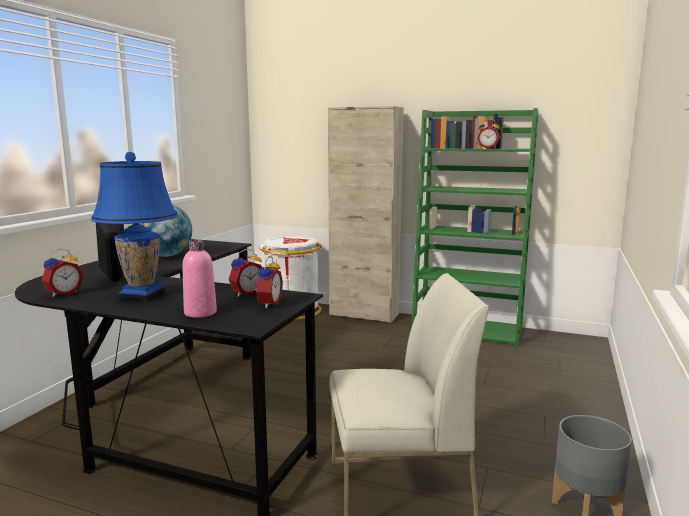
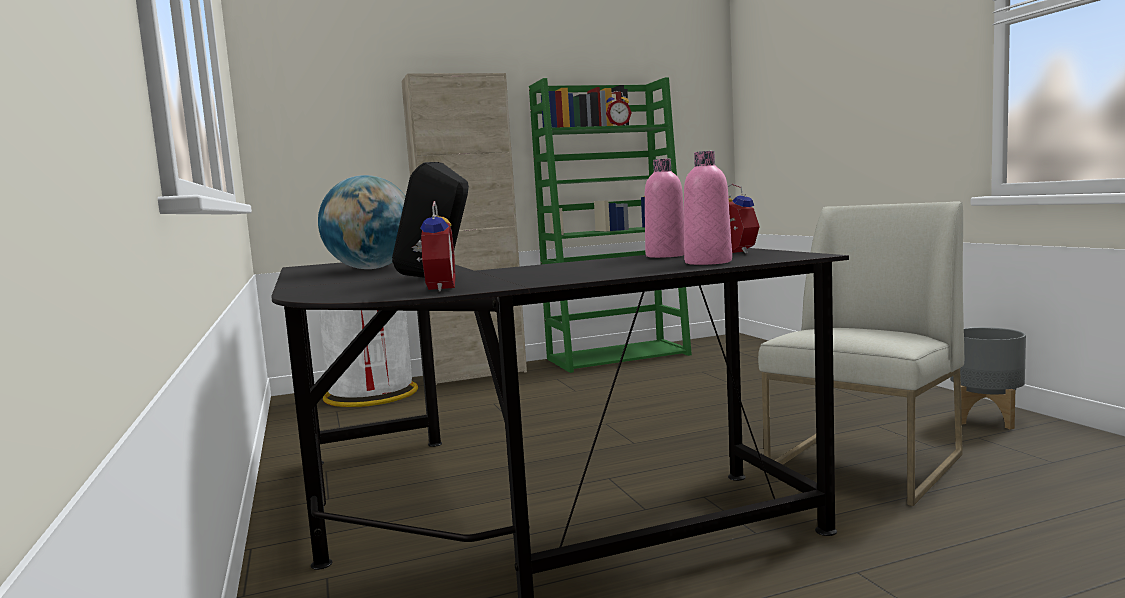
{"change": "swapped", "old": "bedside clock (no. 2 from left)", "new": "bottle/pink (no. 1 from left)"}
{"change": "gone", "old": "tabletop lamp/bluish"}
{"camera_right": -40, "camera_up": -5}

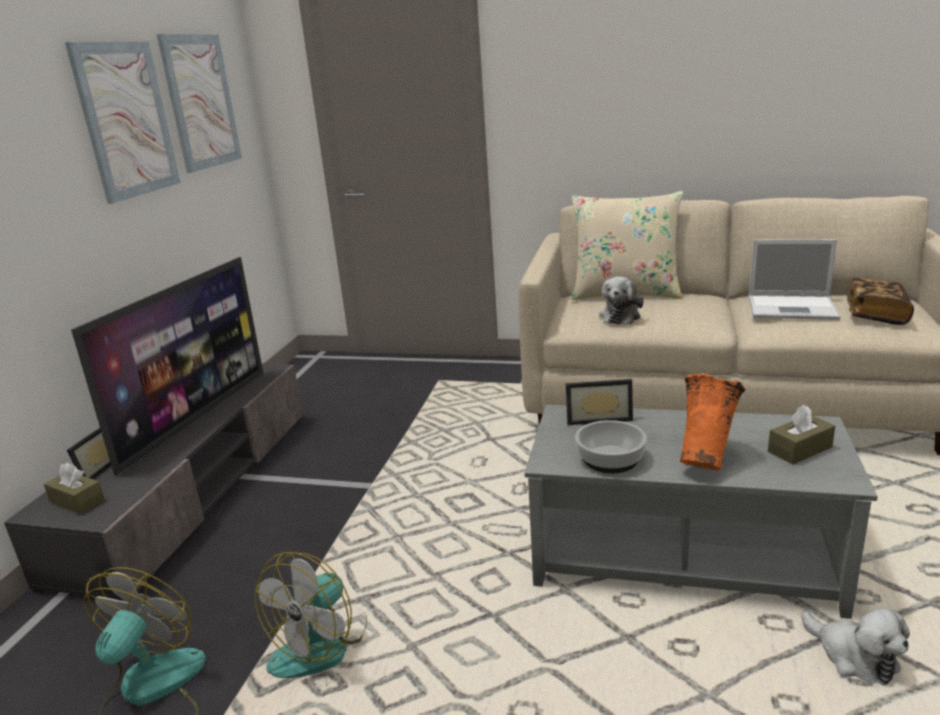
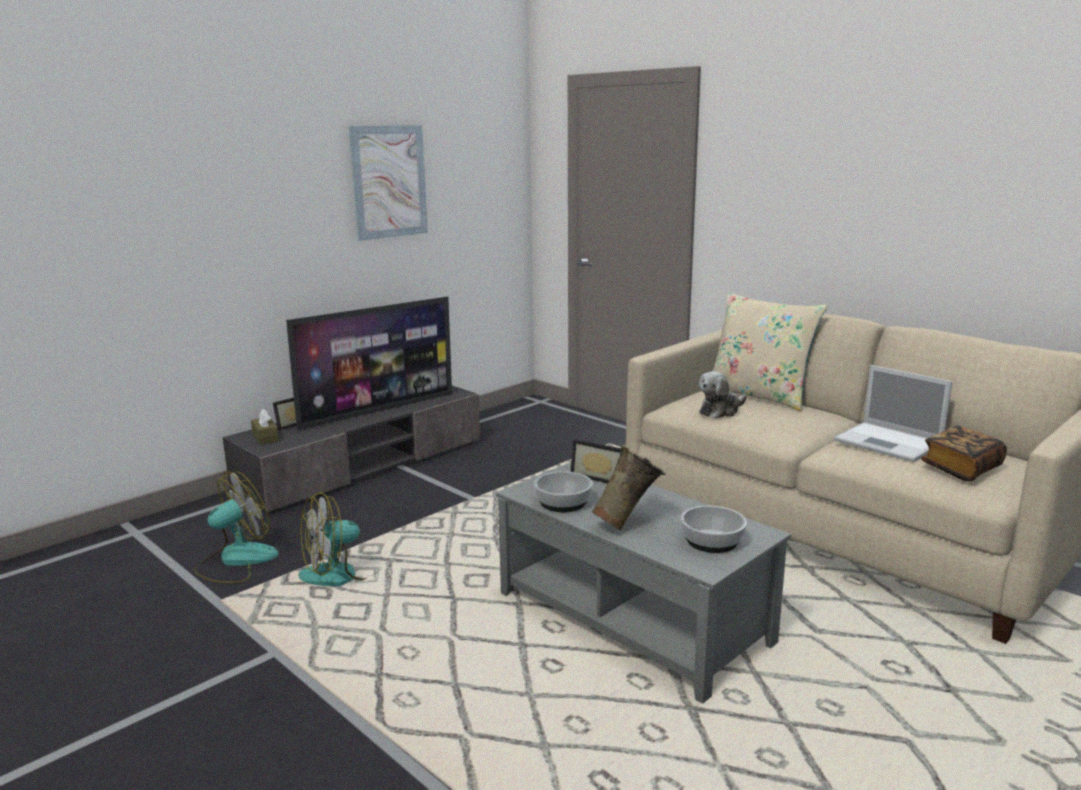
{"change": "repainted", "old": "flower vase/orange-coloured", "new": "flower vase/beige"}
{"change": "swapped", "old": "tissue holder/brown-coloured (no. 2 from left)", "new": "serving bowl (no. 2 from left)"}
{"change": "gone", "old": "wall art (no. 2 from left)"}
{"change": "gone", "old": "cuddly toy (no. 2 from left)"}
{"camera_right": 30, "camera_up": -5}

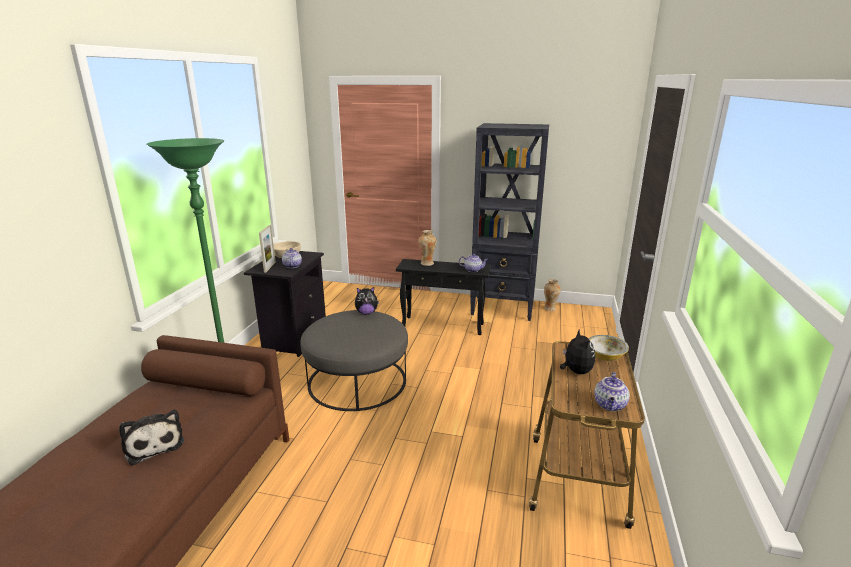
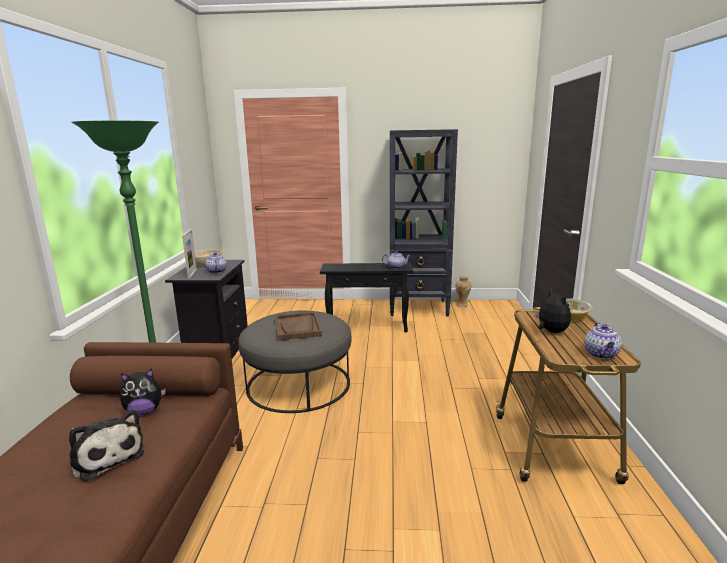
{"change": "shifted", "old": "cuddly toy (no. 2 from left)"}
{"change": "new", "new": "serving tray/brown-coloured"}
{"change": "gone", "old": "flower vase (no. 1 from left)"}
{"camera_right": -10, "camera_up": -5}

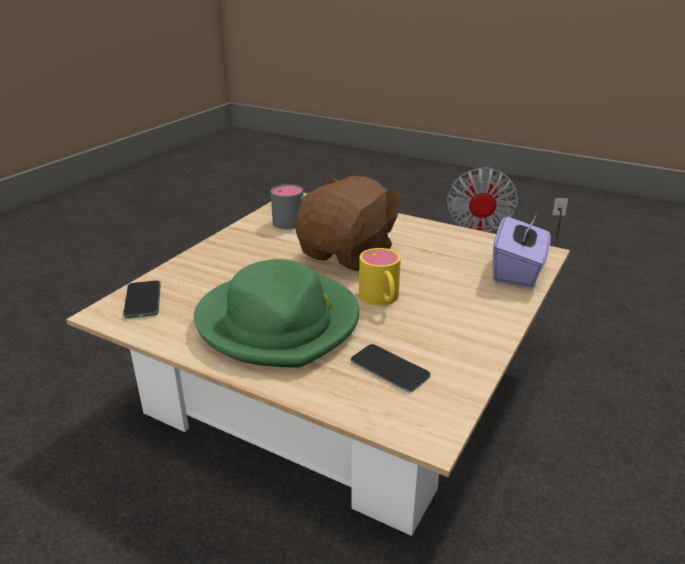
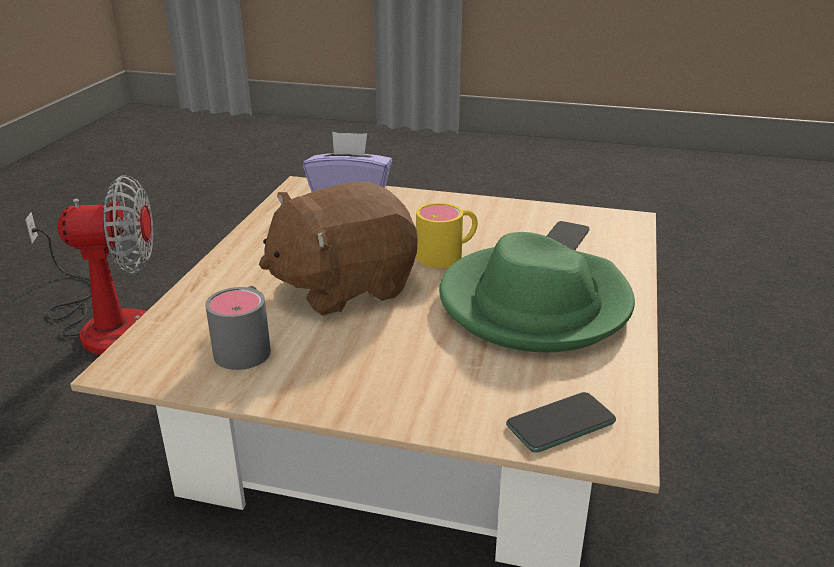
{"change": "rotated", "old": "cuddly toy/brown-coloured", "degrees": -45}
{"camera_right": -105, "camera_up": 0}

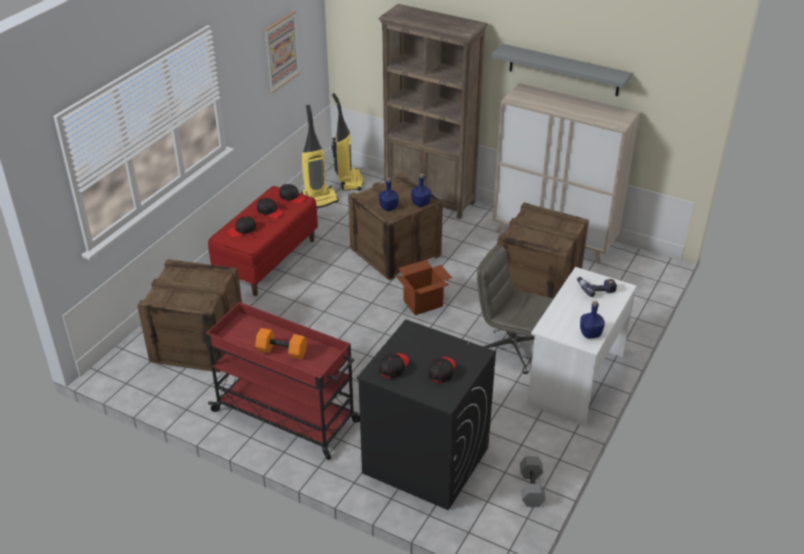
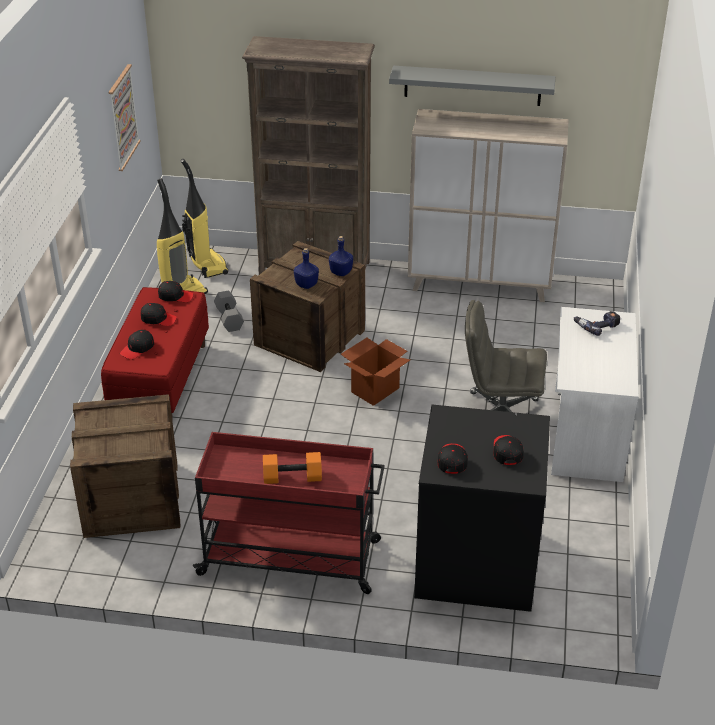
{"change": "shifted", "old": "dumbbell/gray"}
{"change": "gone", "old": "packing crate (no. 3 from left)"}
{"change": "gone", "old": "bottle/bluish (no. 3 from left)"}
{"camera_right": -20, "camera_up": 0}

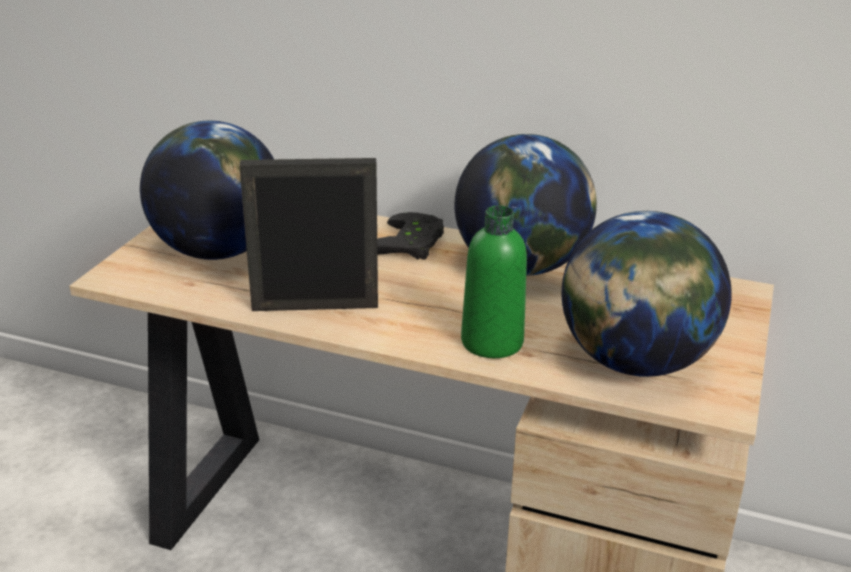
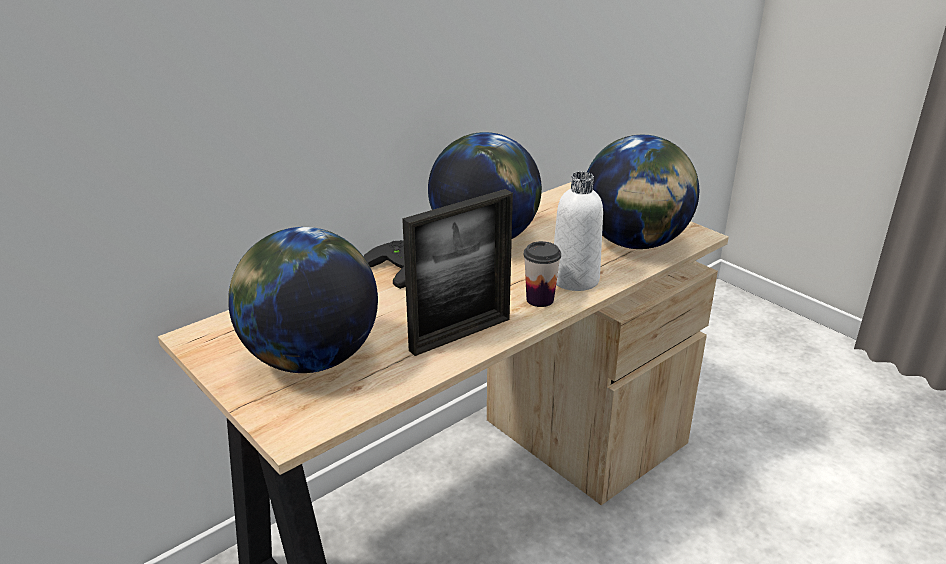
{"change": "rotated", "old": "photo frame", "degrees": -150}
{"change": "new", "new": "cup"}
{"change": "repainted", "old": "bottle/green-coloured", "new": "bottle/white-coloured"}
{"camera_right": -60, "camera_up": 0}

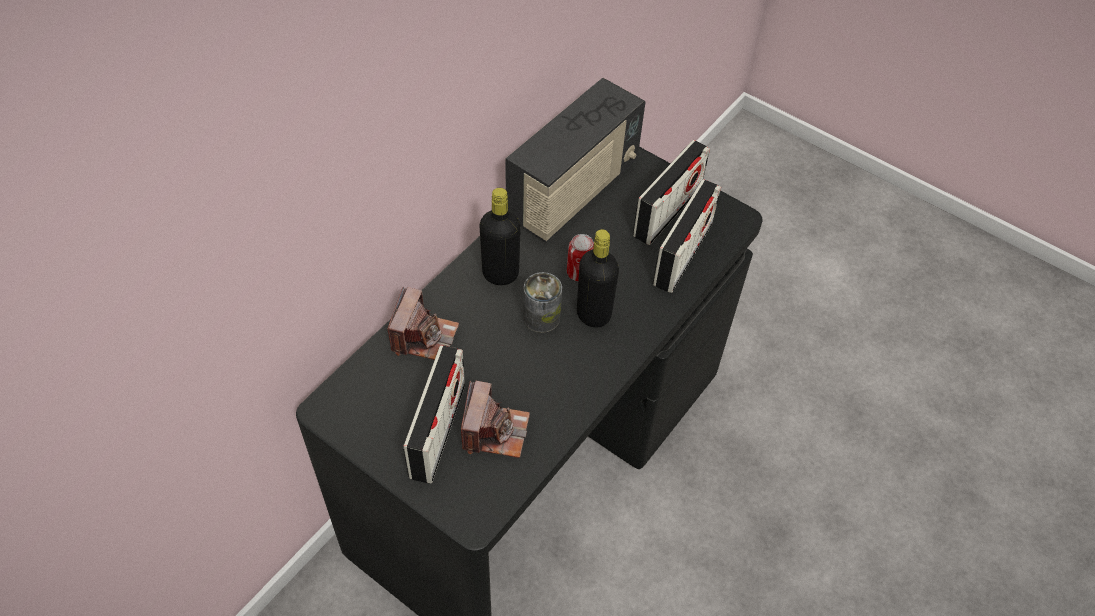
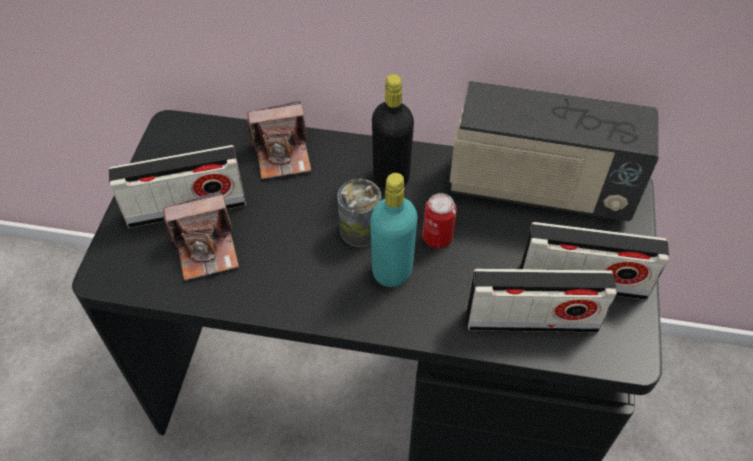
{"change": "repainted", "old": "bottle/blackish (no. 2 from left)", "new": "bottle/turquoise-coloured"}
{"camera_right": 65, "camera_up": 0}

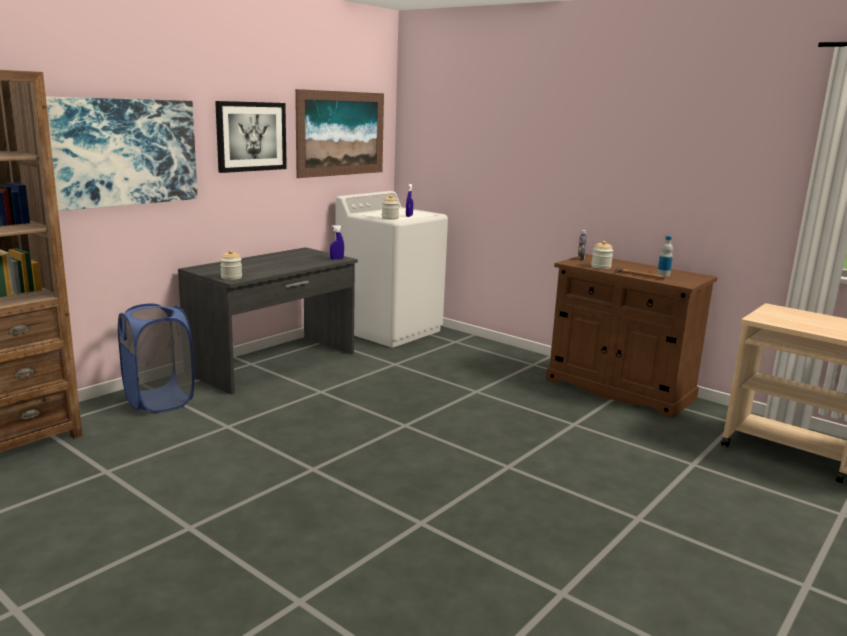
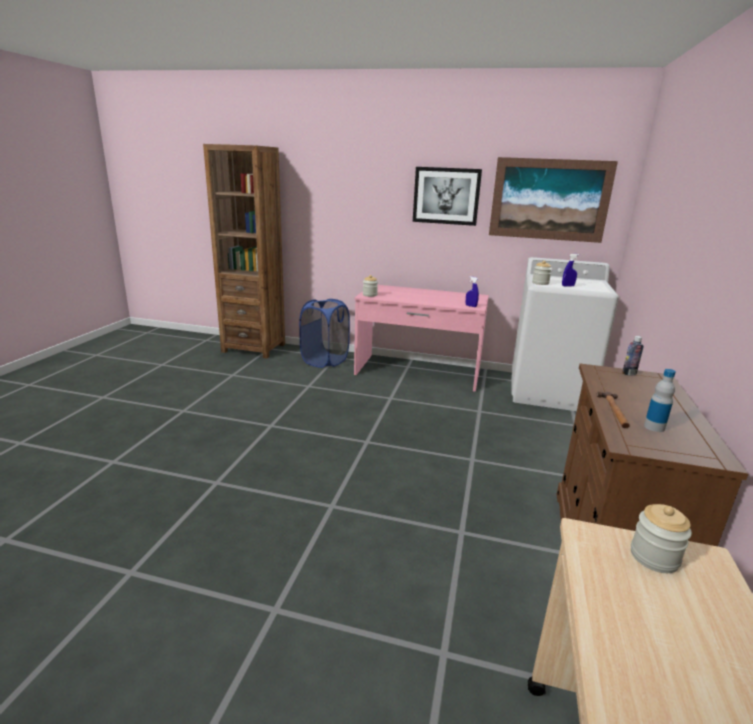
{"change": "repainted", "old": "desk table/gray", "new": "desk table/pink"}
{"change": "shifted", "old": "preserve jar (no. 3 from left)"}
{"change": "gone", "old": "wall art (no. 1 from left)"}
{"camera_right": 65, "camera_up": 5}

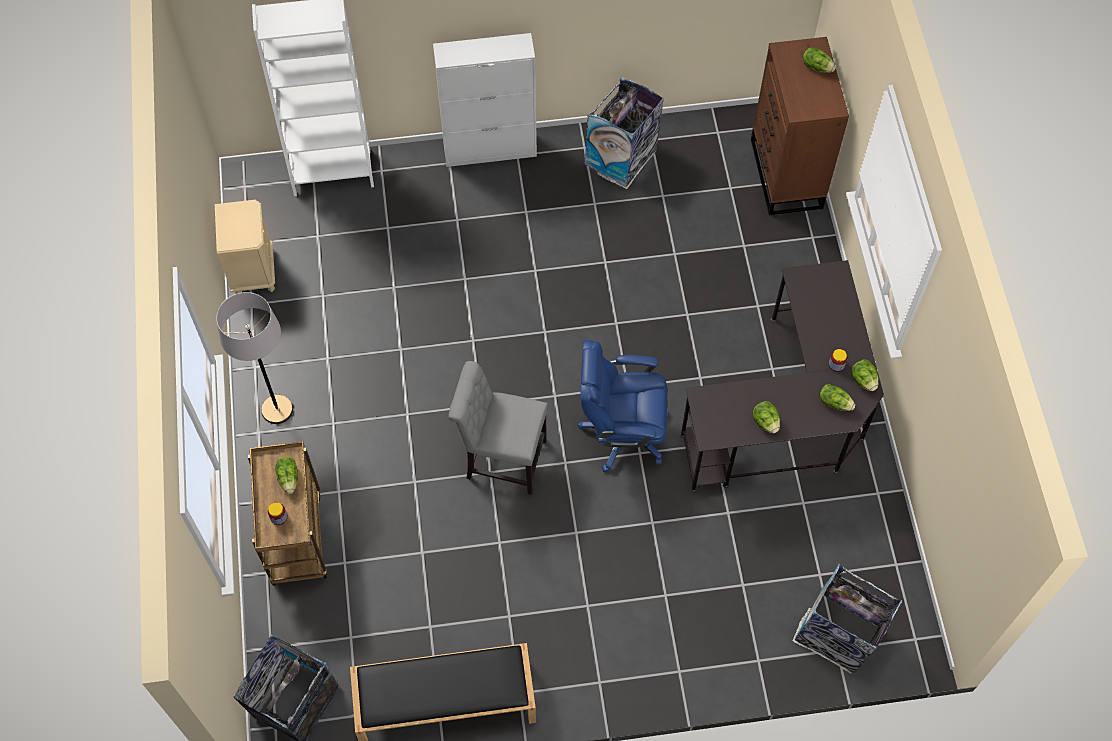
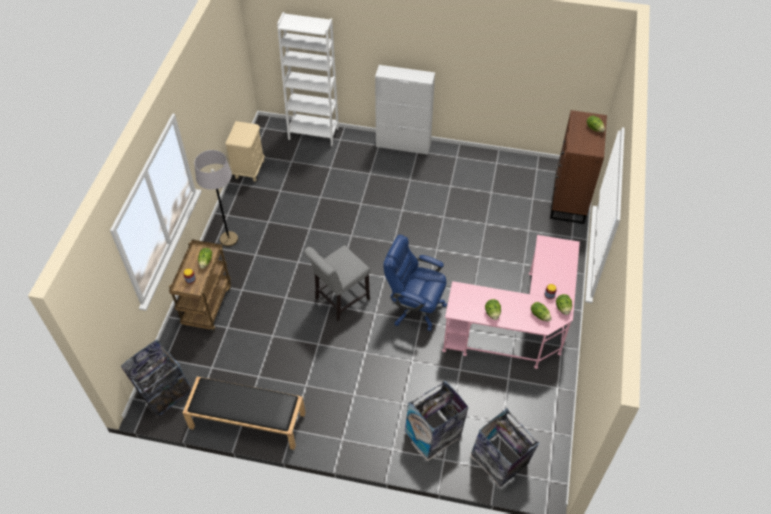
{"change": "rotated", "old": "upright chair/gray", "degrees": -75}
{"change": "shifted", "old": "rubbish bin (no. 2 from left)"}
{"change": "repainted", "old": "desk table/blackish", "new": "desk table/pink"}
{"camera_right": 20, "camera_up": -10}

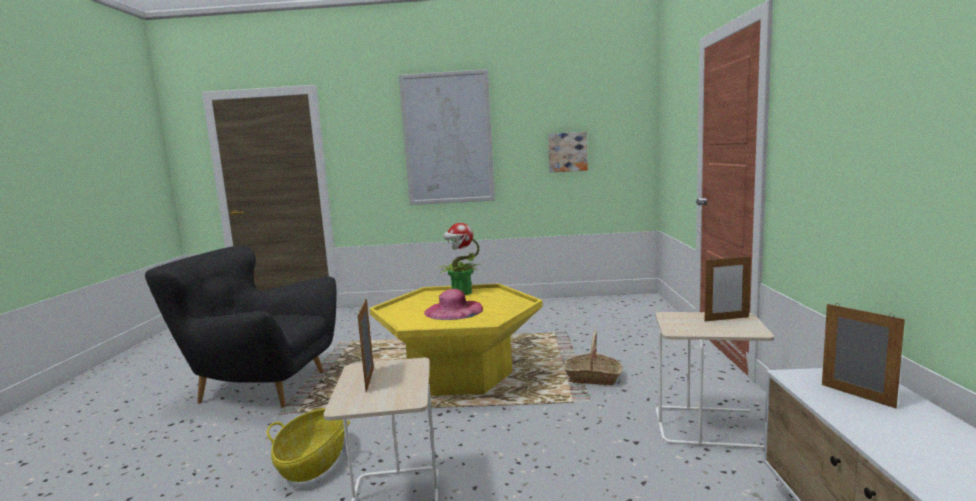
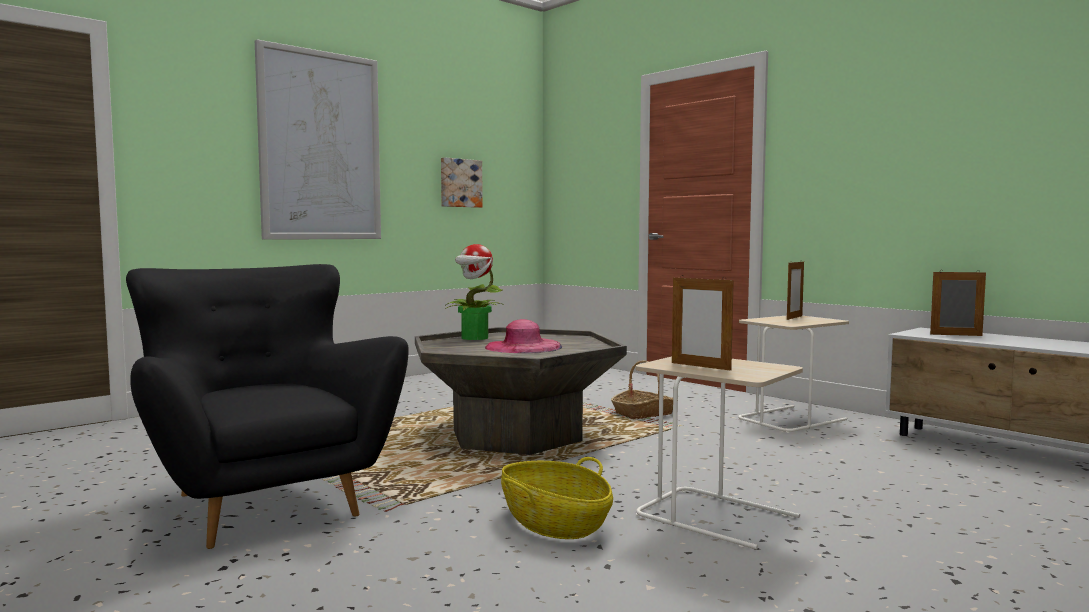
{"change": "rotated", "old": "easy chair/blackish", "degrees": 90}
{"change": "repainted", "old": "coffee table/yellow", "new": "coffee table/gray"}
{"camera_right": -45, "camera_up": -5}

